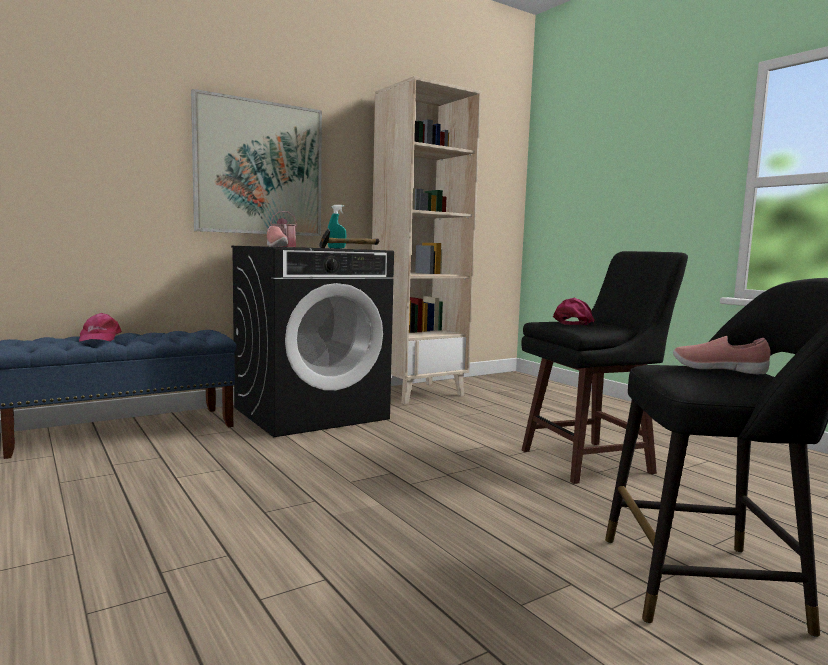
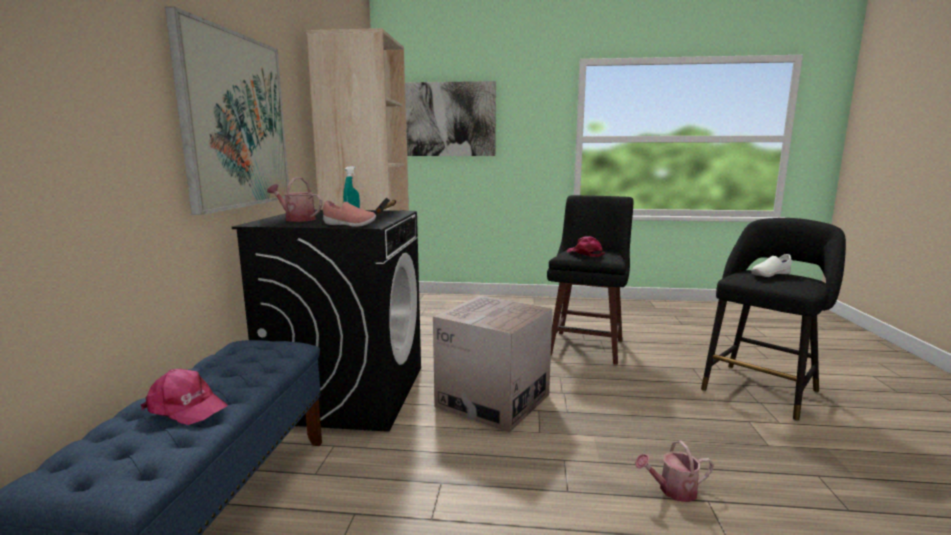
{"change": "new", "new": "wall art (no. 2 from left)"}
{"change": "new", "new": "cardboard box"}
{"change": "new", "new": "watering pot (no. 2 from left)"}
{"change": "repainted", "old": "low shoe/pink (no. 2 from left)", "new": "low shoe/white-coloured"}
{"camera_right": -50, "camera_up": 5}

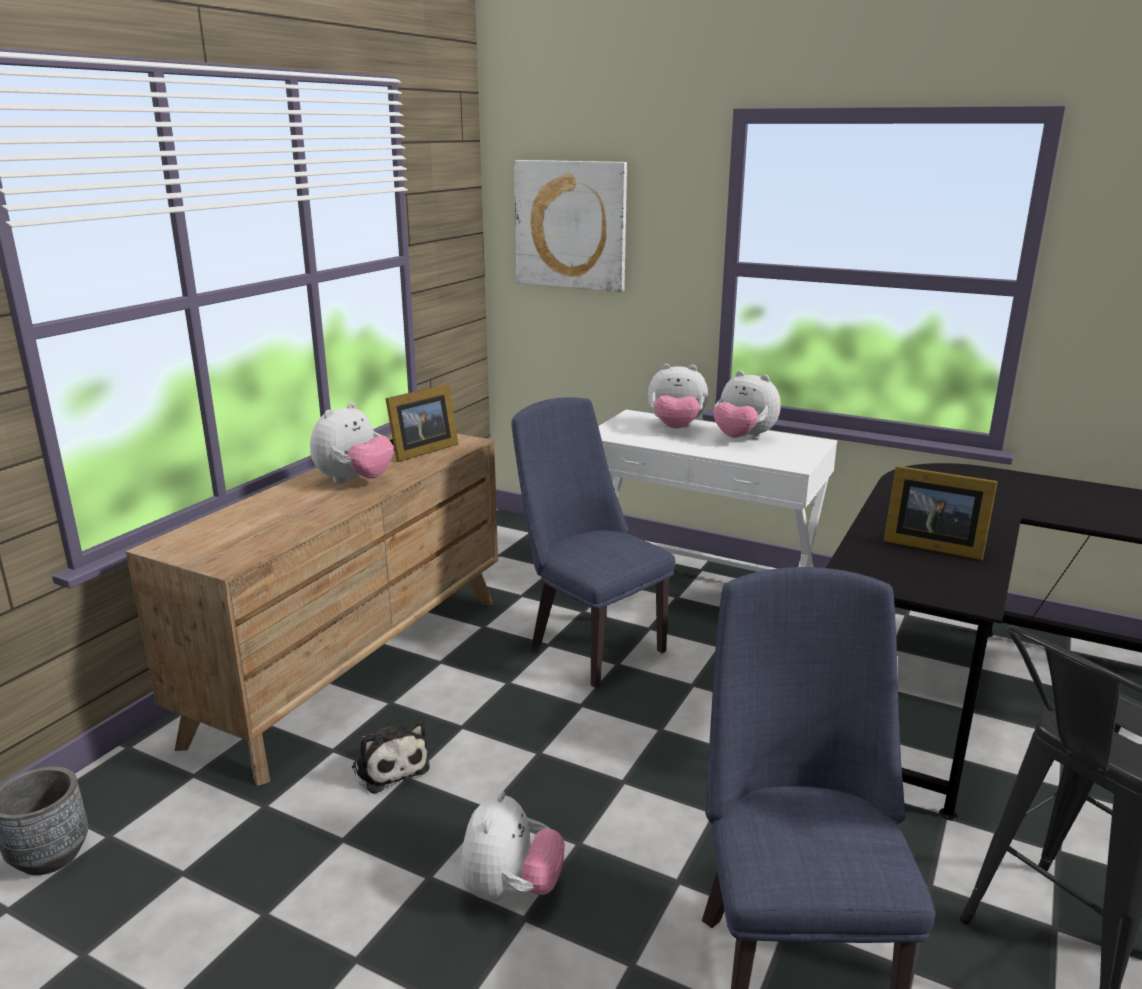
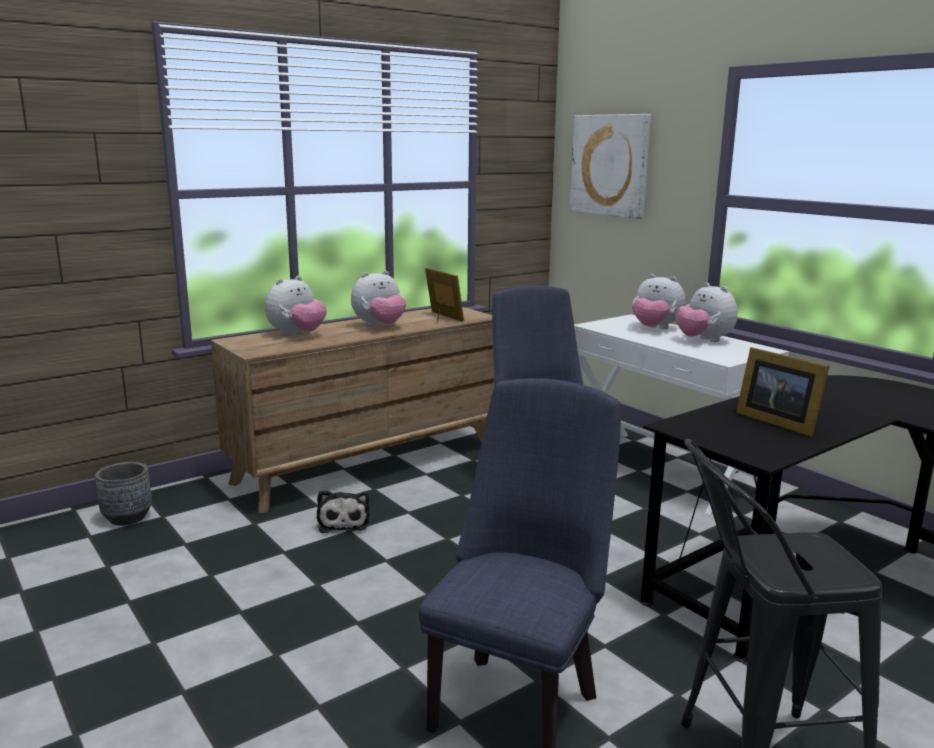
{"change": "shifted", "old": "cuddly toy (no. 3 from left in the first image)", "new": "cuddly toy (no. 1 from left)"}
{"change": "rotated", "old": "photo frame (no. 1 from left)", "degrees": -105}
{"camera_right": 25, "camera_up": -5}

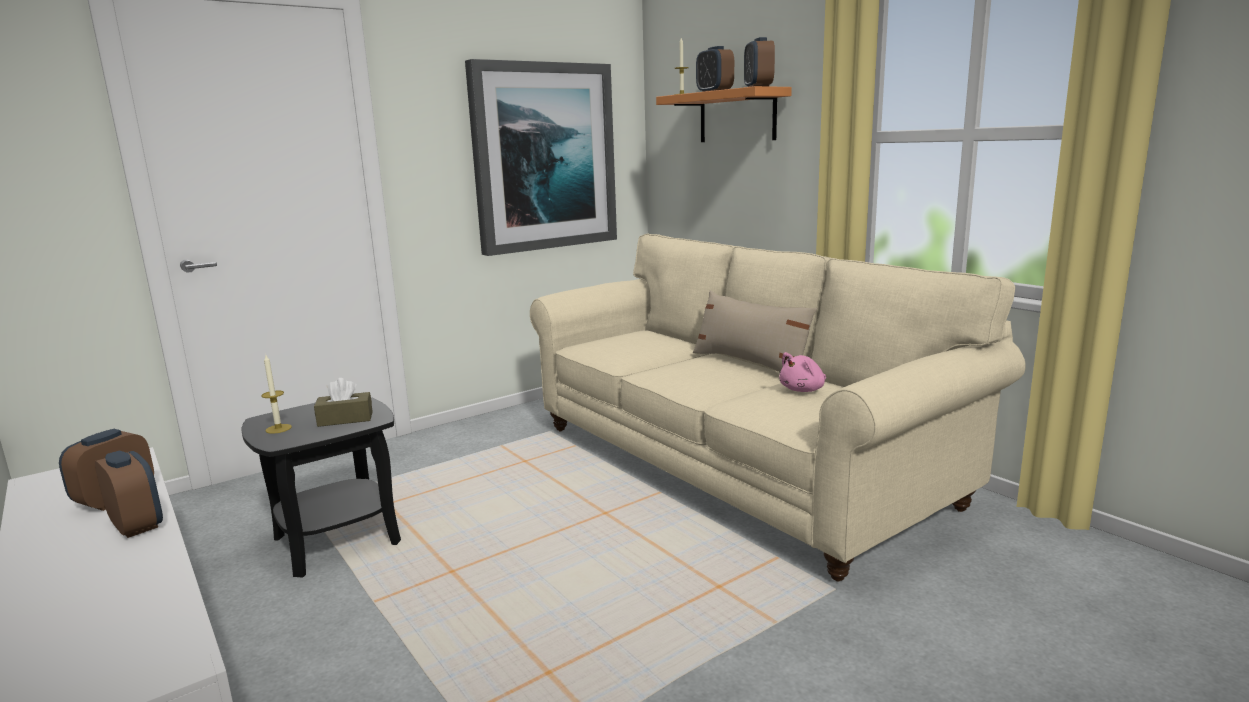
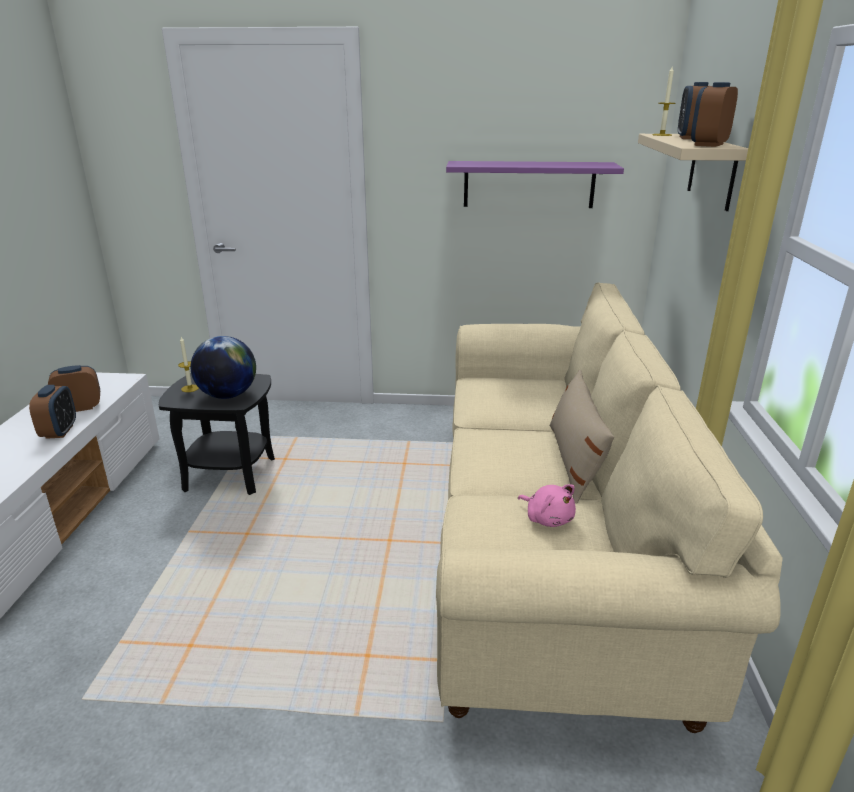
{"change": "swapped", "old": "tissue holder/brown-coloured", "new": "world globe"}
{"change": "swapped", "old": "wall art", "new": "shelf/purple"}
{"change": "rotated", "old": "cuddly toy/pink", "degrees": -135}
{"change": "repainted", "old": "shelf/orange-coloured", "new": "shelf/beige"}
{"camera_right": 40, "camera_up": 10}

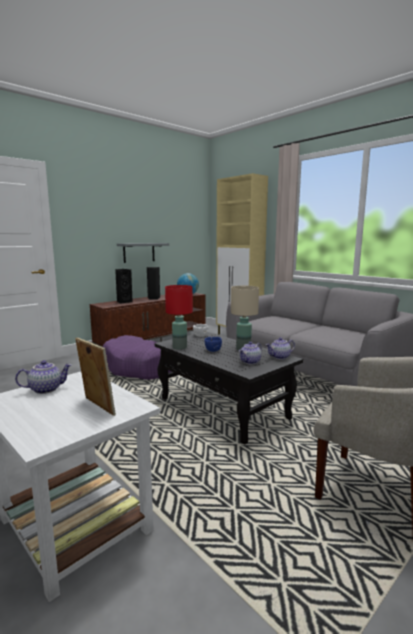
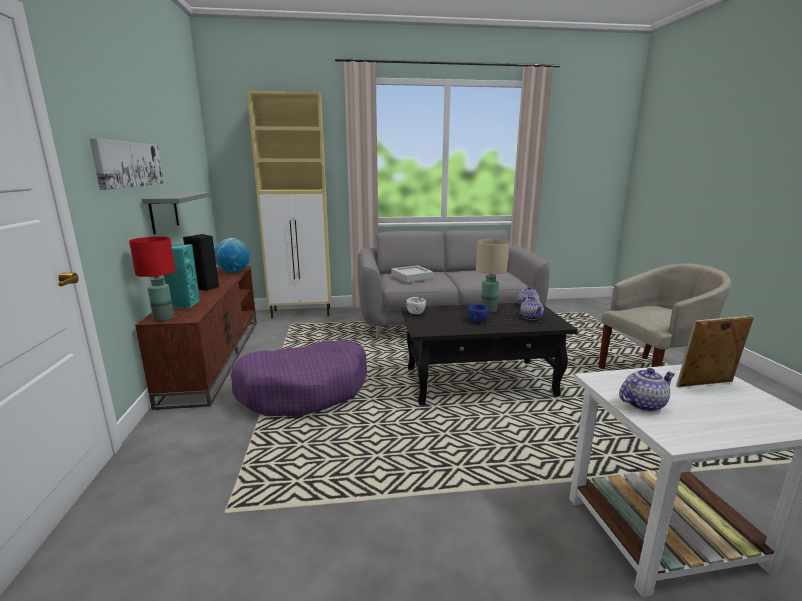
{"change": "new", "new": "wall art"}
{"change": "shifted", "old": "tabletop lamp/red"}
{"change": "repainted", "old": "loudspeaker/blackish (no. 1 from left)", "new": "loudspeaker/turquoise-coloured"}
{"change": "new", "new": "serving tray/gray"}
{"change": "rotated", "old": "teapot (no. 1 from left in the first image)", "degrees": 60}
{"camera_right": -55, "camera_up": 5}

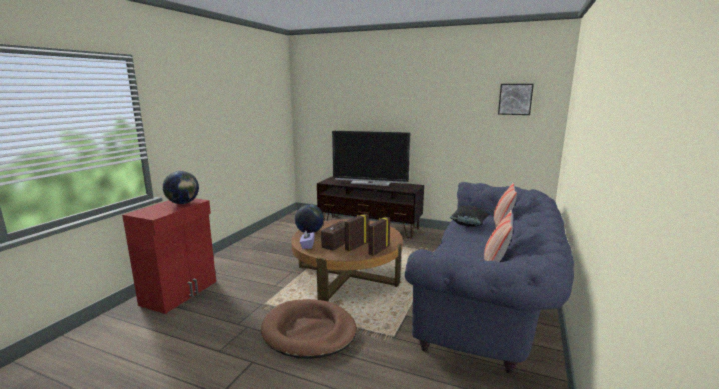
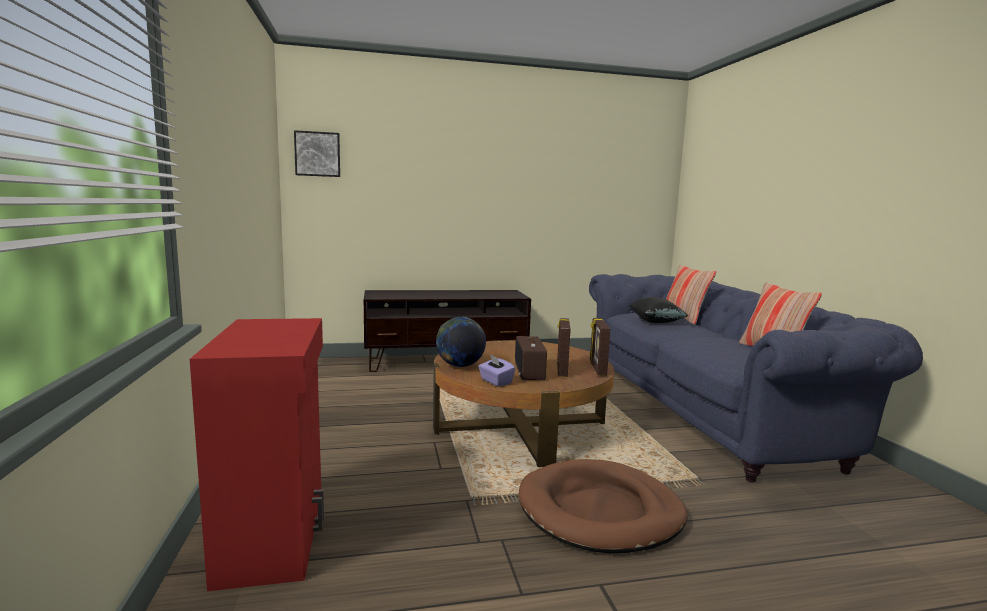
{"change": "shifted", "old": "wall art"}
{"change": "gone", "old": "world globe (no. 1 from left)"}
{"change": "gone", "old": "television"}
{"camera_right": -35, "camera_up": -5}

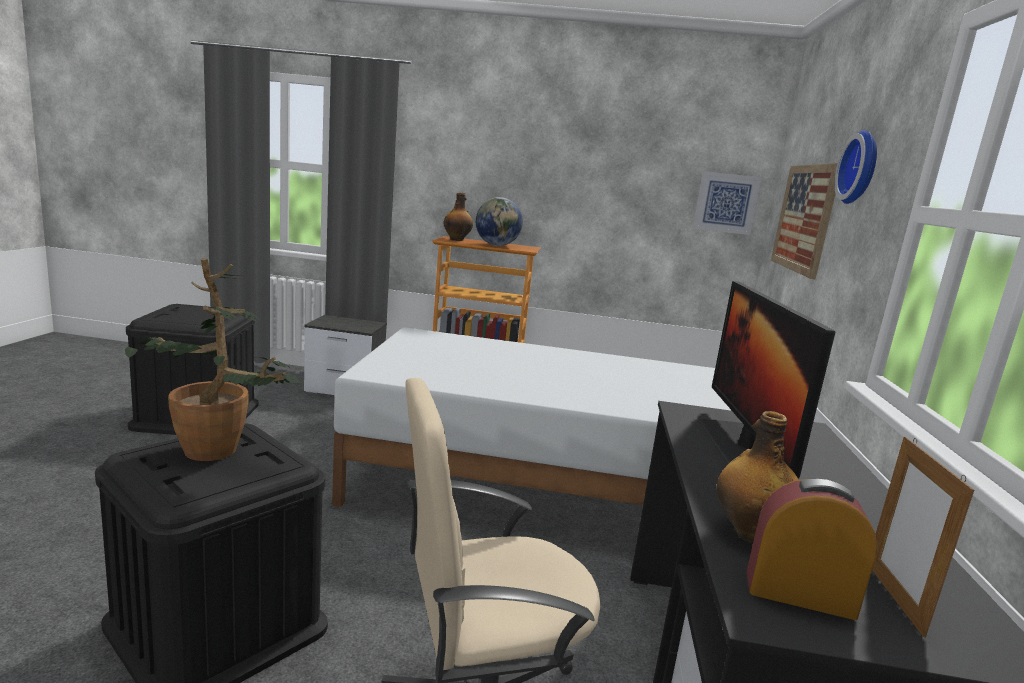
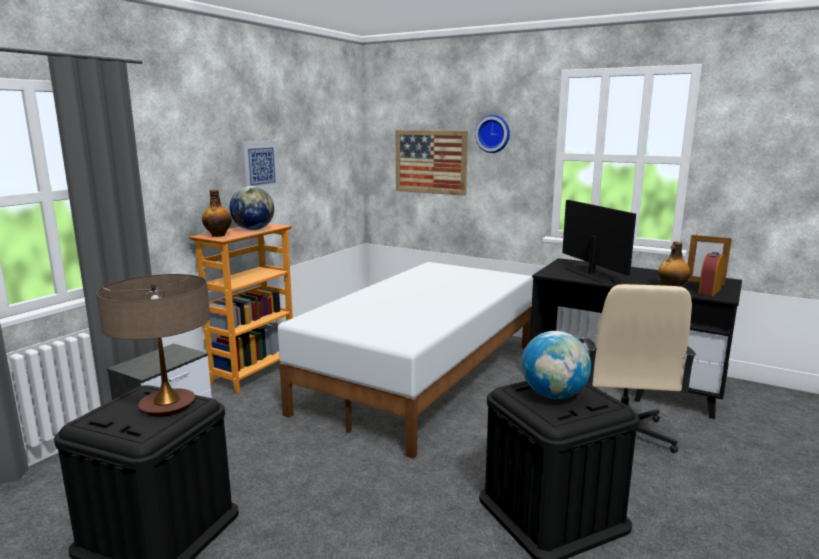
{"change": "new", "new": "tabletop lamp"}
{"change": "shifted", "old": "wall art (no. 1 from left)"}
{"change": "swapped", "old": "houseplant", "new": "world globe (no. 2 from left)"}
{"change": "rotated", "old": "computer display", "degrees": -135}
{"camera_right": -65, "camera_up": 0}

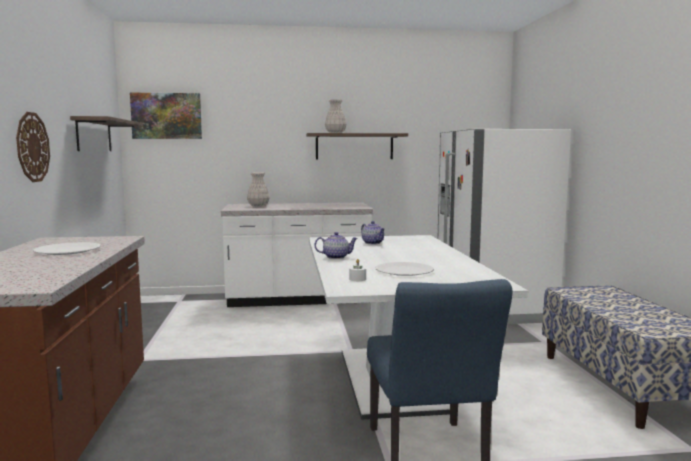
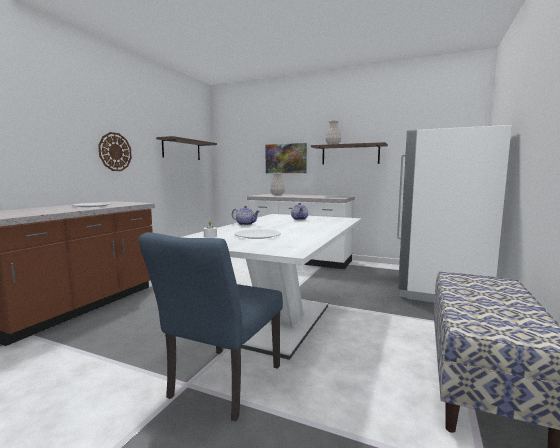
{"change": "shifted", "old": "wall art"}
{"camera_right": 30, "camera_up": 0}

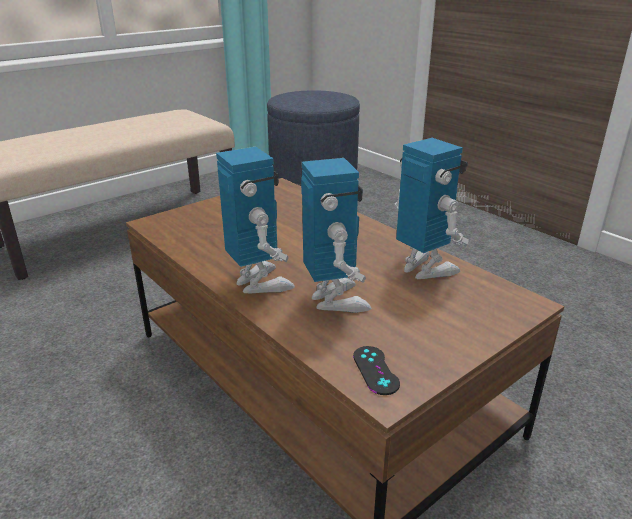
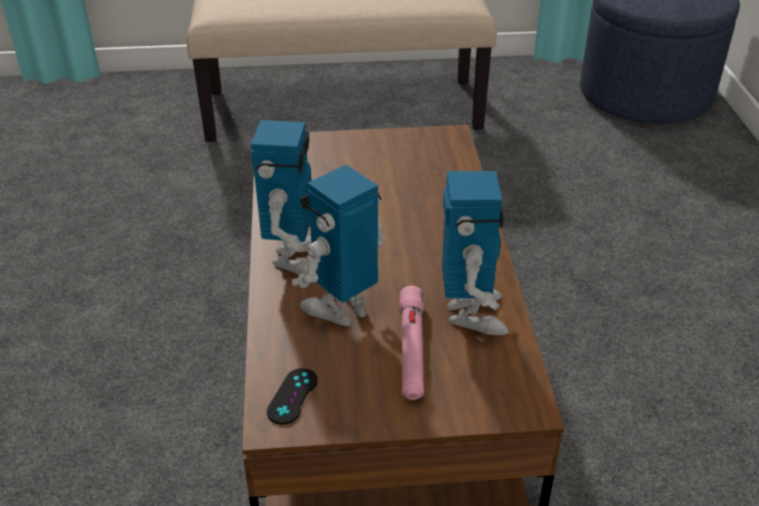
{"change": "rotated", "old": "toy robot (no. 2 from left)", "degrees": -150}
{"change": "new", "new": "hand torch/pink"}
{"camera_right": 35, "camera_up": 10}

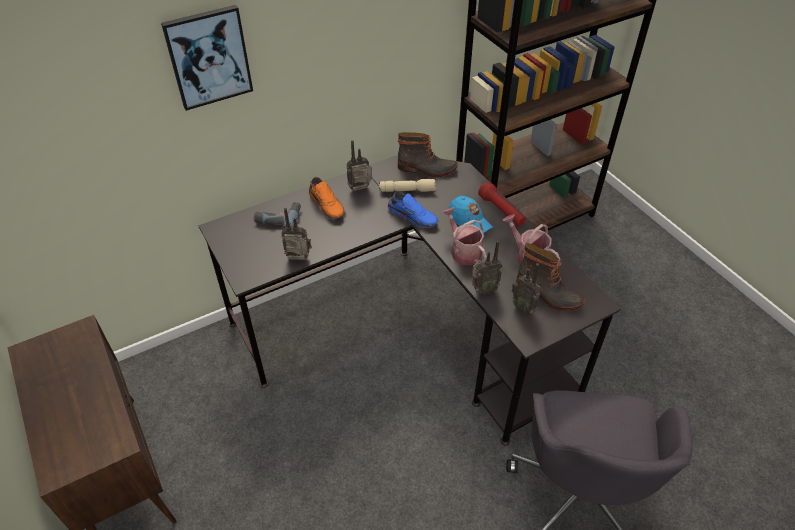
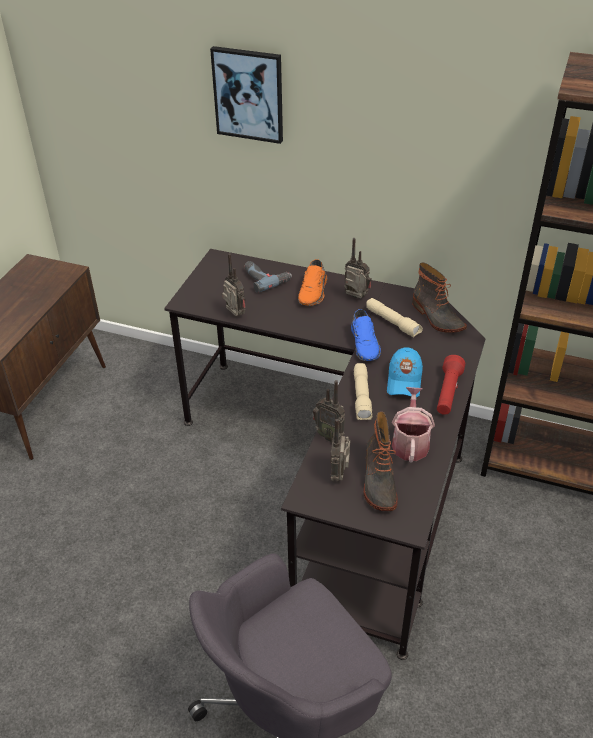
{"change": "swapped", "old": "watering pot (no. 1 from left)", "new": "hand torch/beige (no. 1 from left)"}
{"camera_right": 50, "camera_up": -5}

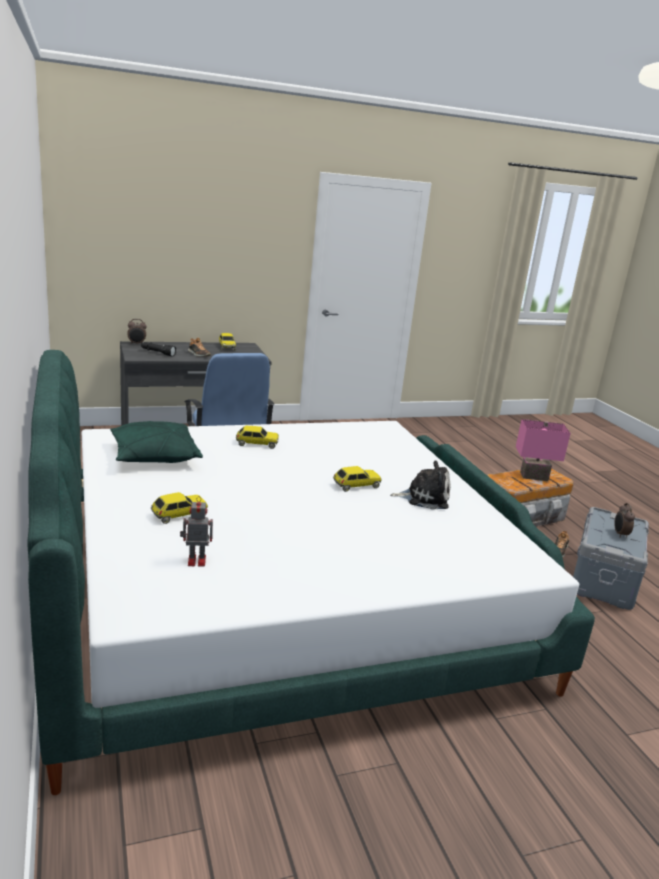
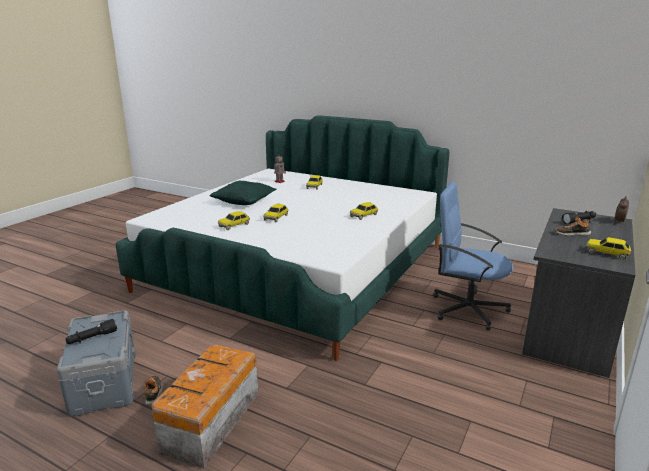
{"change": "swapped", "old": "bedside clock (no. 2 from left)", "new": "hand torch/blackish (no. 1 from left)"}
{"change": "shifted", "old": "throw pillow/green-coloured"}
{"change": "swapped", "old": "cuddly toy", "new": "toy car (no. 1 from left)"}
{"change": "gone", "old": "tabletop lamp/pink"}
{"camera_right": 140, "camera_up": 0}

